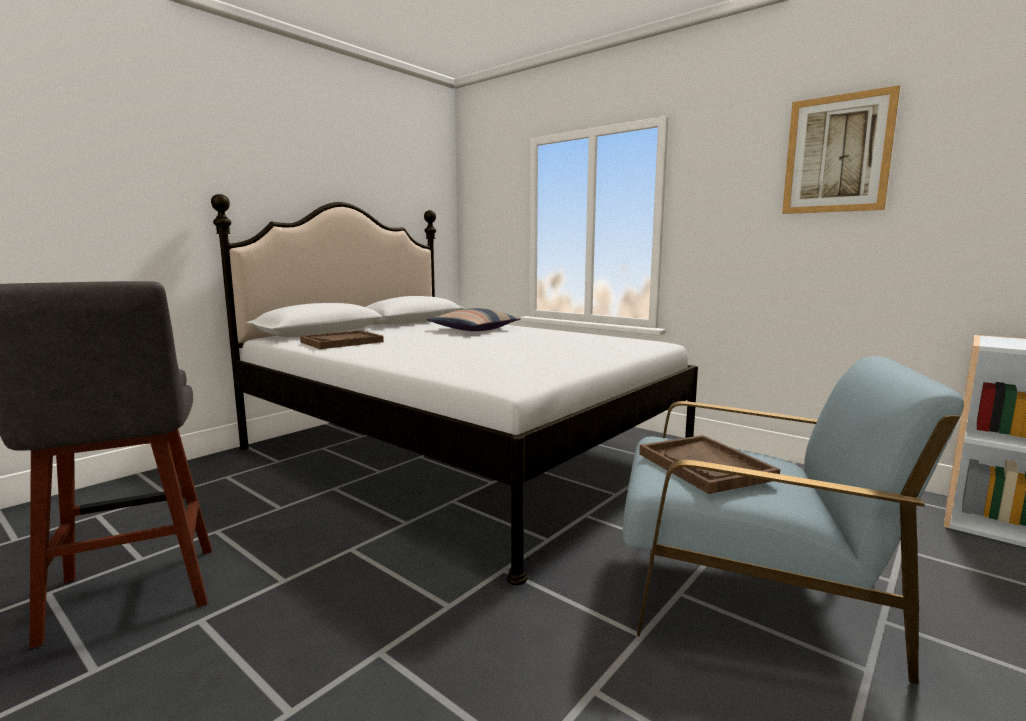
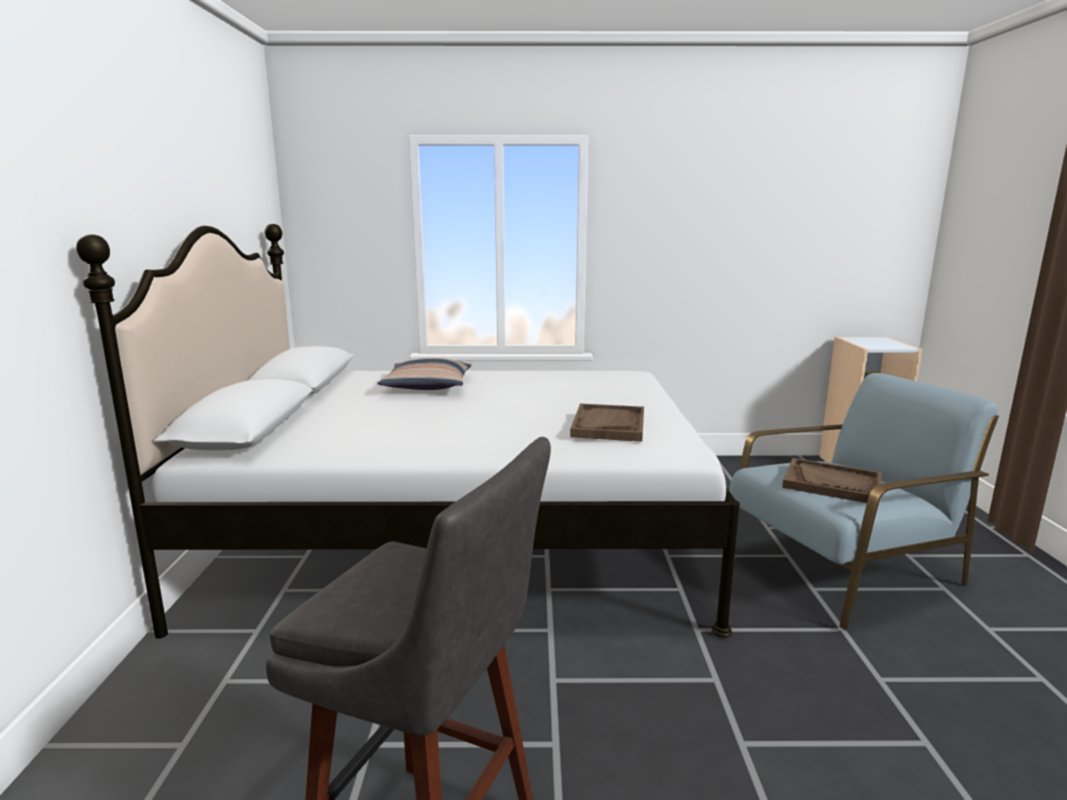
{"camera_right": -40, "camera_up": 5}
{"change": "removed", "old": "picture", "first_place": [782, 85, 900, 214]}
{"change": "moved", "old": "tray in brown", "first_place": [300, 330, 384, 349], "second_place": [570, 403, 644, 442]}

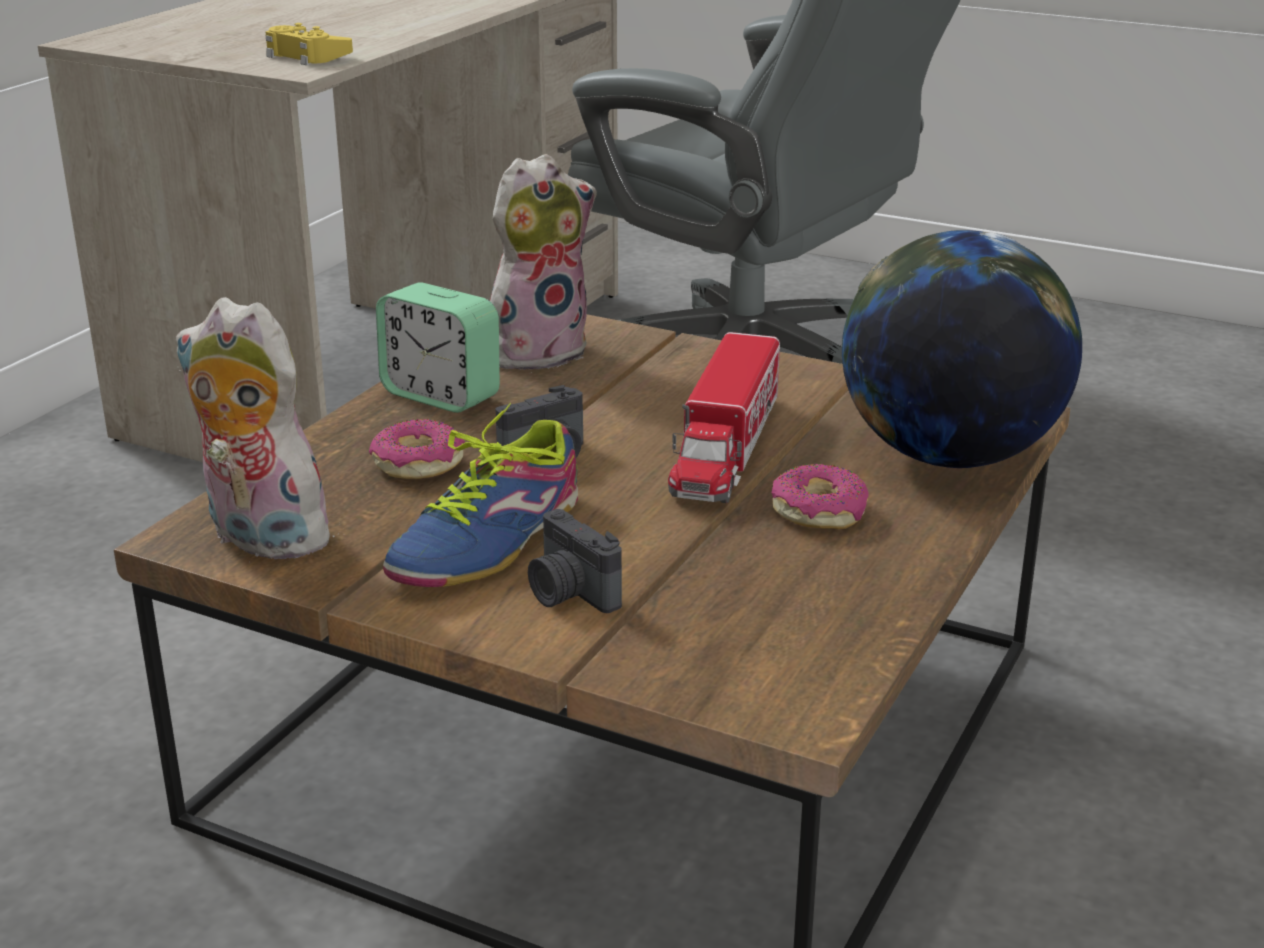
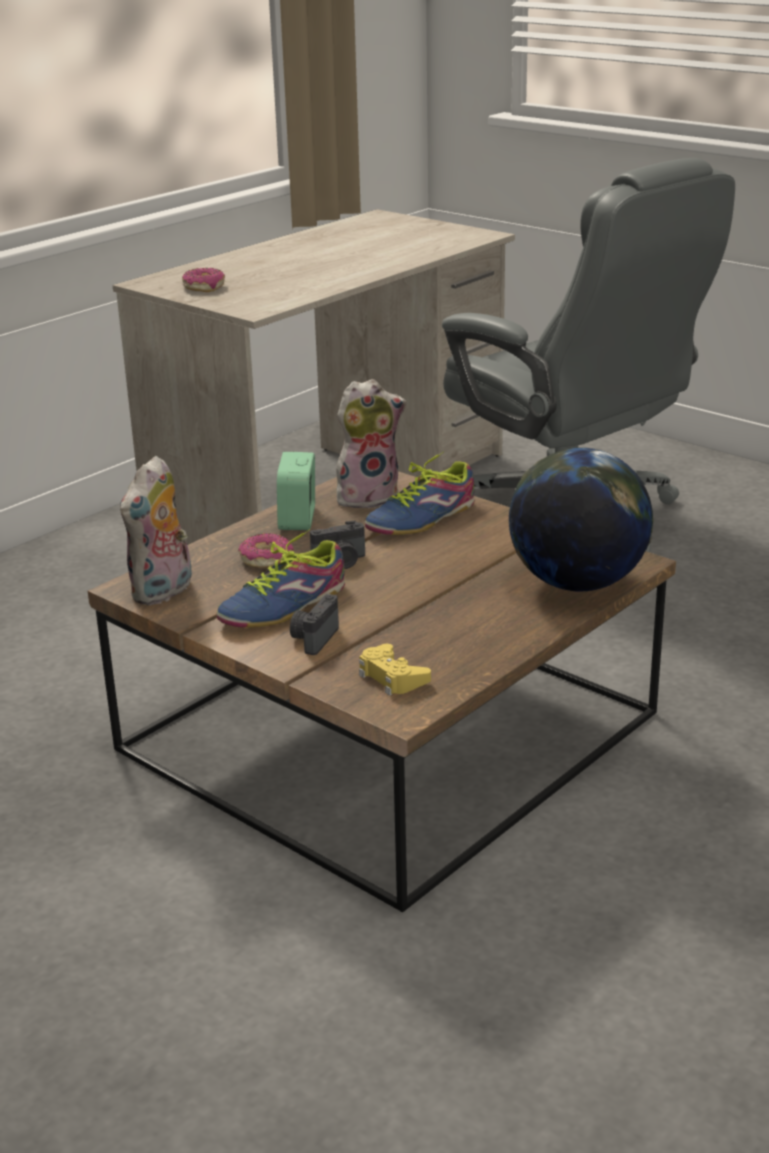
{"camera_right": 15, "camera_up": 0}
{"change": "moved", "old": "game controller in yellow", "first_place": [266, 23, 353, 65], "second_place": [359, 644, 431, 696]}
{"change": "turned", "old": "alarm clock", "first_place": [376, 282, 500, 413], "second_place": [277, 452, 315, 530], "degrees": 45}
{"change": "turned", "old": "plush toy", "first_place": [176, 297, 340, 562], "second_place": [120, 456, 192, 605], "degrees": -105}
{"change": "removed", "old": "toy truck", "first_place": [668, 332, 780, 503]}
{"change": "moved", "old": "donut", "first_place": [772, 464, 869, 530], "second_place": [182, 268, 225, 292]}
{"change": "turned", "old": "photo camera", "first_place": [528, 509, 622, 613], "second_place": [290, 594, 339, 655], "degrees": 45}
{"change": "added", "new": "shoe", "second_place": [365, 451, 475, 535]}

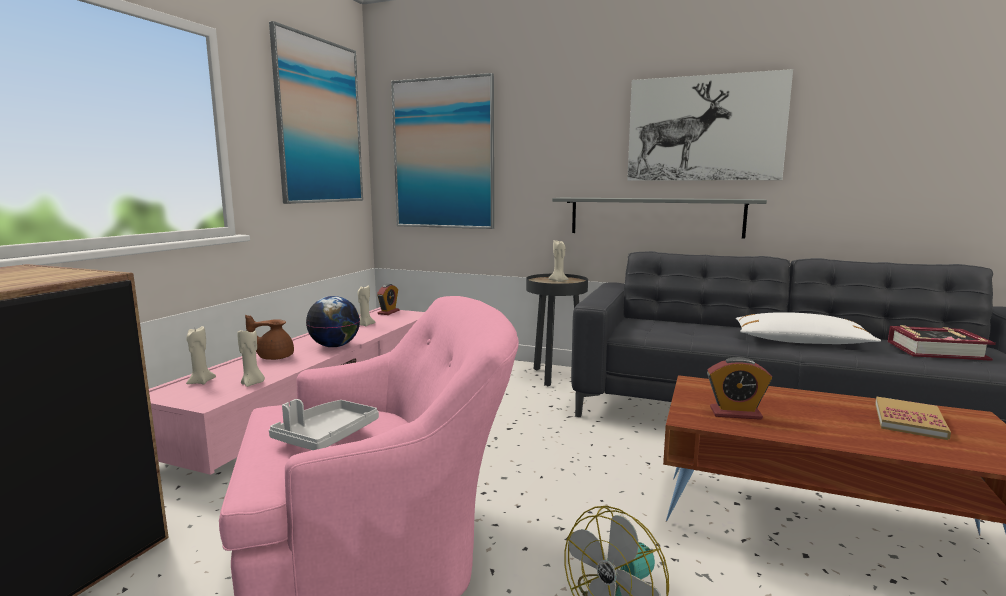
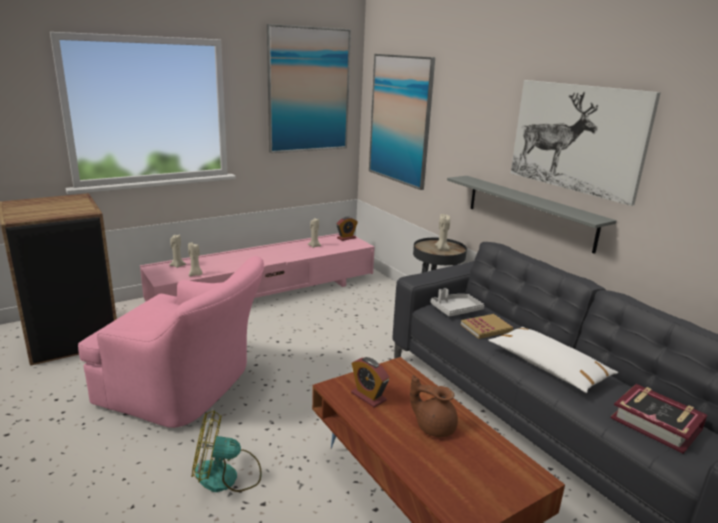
{"camera_right": 35, "camera_up": 10}
{"change": "removed", "old": "globe", "first_place": [306, 296, 360, 347]}
{"change": "moved", "old": "teapot in brown", "first_place": [245, 315, 294, 360], "second_place": [410, 375, 458, 437]}
{"change": "moved", "old": "book", "first_place": [875, 396, 951, 440], "second_place": [461, 314, 513, 339]}
{"change": "moved", "old": "tray in grey", "first_place": [269, 399, 379, 450], "second_place": [431, 288, 484, 316]}

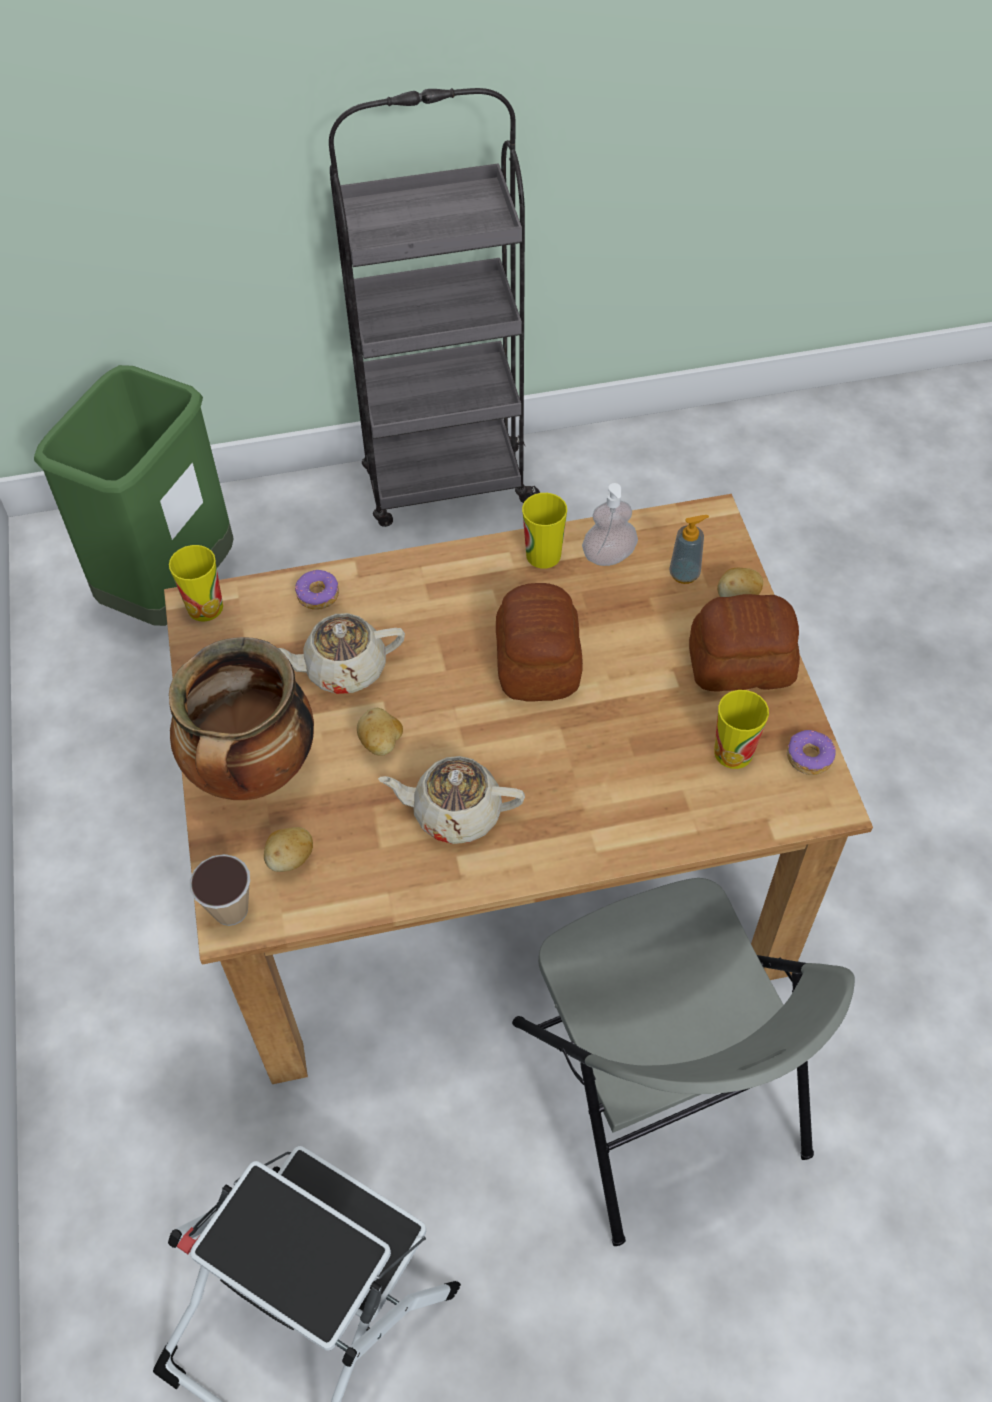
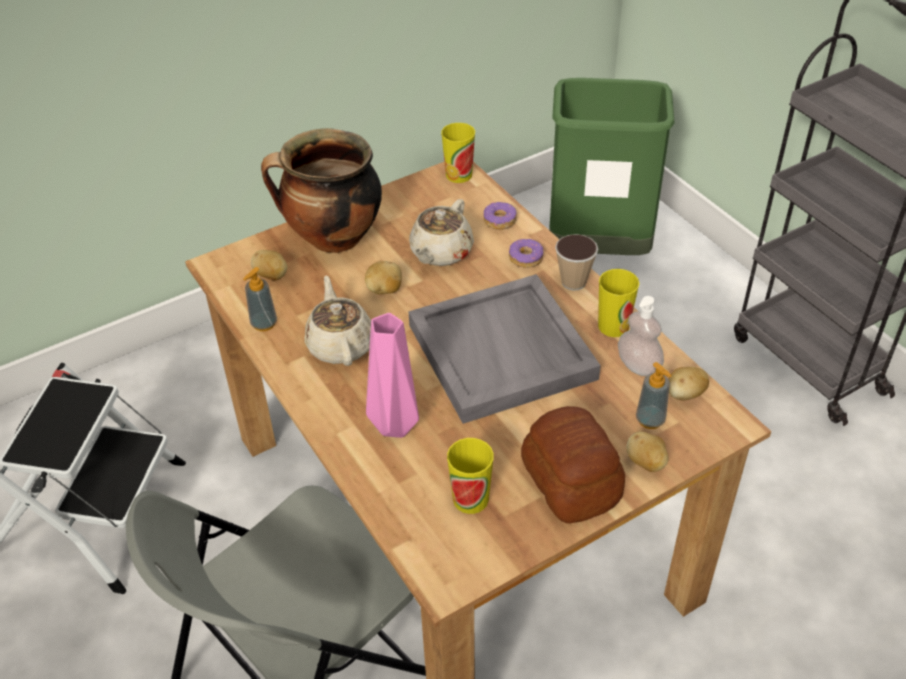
{"camera_right": 70, "camera_up": -10}
{"change": "replaced", "old": "bread", "new": "tray in grey", "first_place": [496, 583, 583, 702], "second_place": [408, 274, 601, 424]}
{"change": "turned", "old": "teapot in beige", "first_place": [278, 613, 405, 694], "second_place": [409, 199, 474, 266], "degrees": -120}
{"change": "moved", "old": "donut", "first_place": [787, 730, 836, 775], "second_place": [509, 239, 543, 268]}
{"change": "moved", "old": "cup", "first_place": [190, 854, 250, 926], "second_place": [555, 234, 598, 291]}
{"change": "added", "new": "soap dispenser", "second_place": [243, 267, 277, 331]}
{"change": "added", "new": "vase in pink", "second_place": [366, 313, 419, 438]}
{"change": "added", "new": "potato", "second_place": [669, 367, 709, 400]}

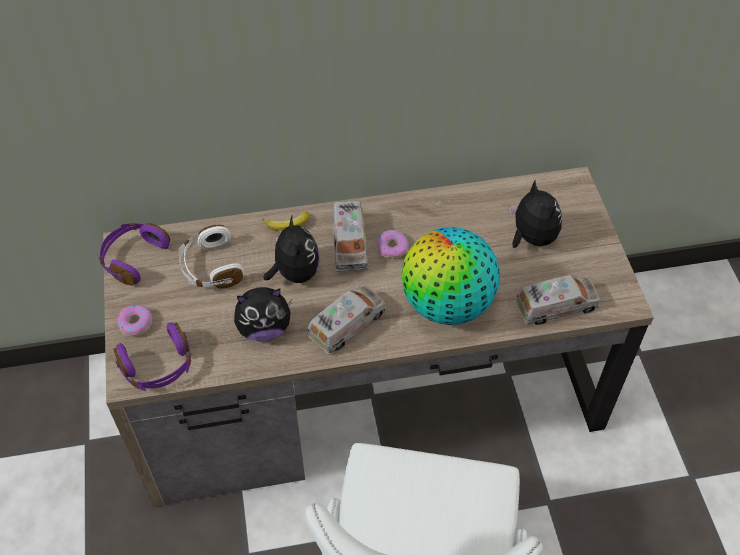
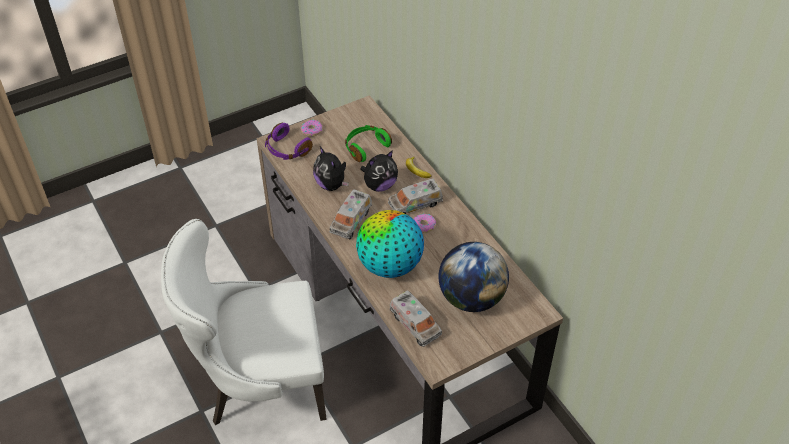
{"camera_right": 70, "camera_up": -5}
{"change": "replaced", "old": "plush toy", "new": "globe", "first_place": [508, 180, 562, 248], "second_place": [438, 242, 509, 312]}
{"change": "removed", "old": "headphones in purple", "first_place": [97, 223, 170, 286]}
{"change": "recoloured", "old": "headphones in white", "new": "headphones in green", "first_place": [178, 224, 244, 288], "second_place": [345, 125, 392, 162]}
{"change": "turned", "old": "toy truck", "first_place": [308, 285, 386, 355], "second_place": [329, 189, 372, 239], "degrees": 90}

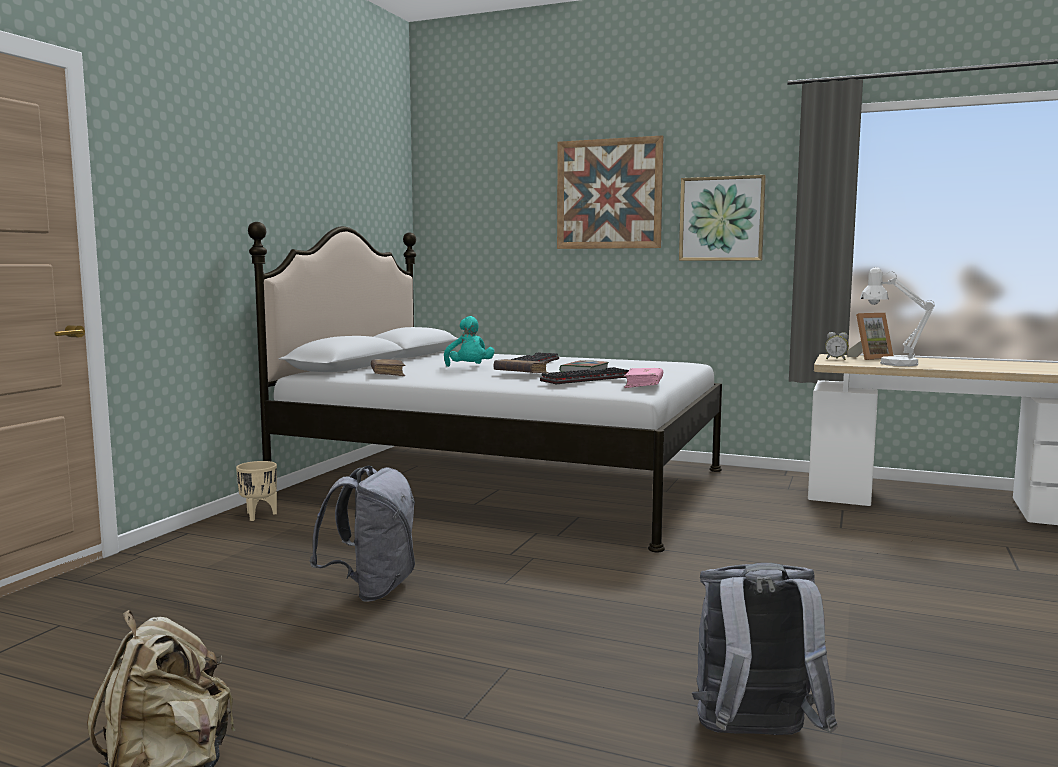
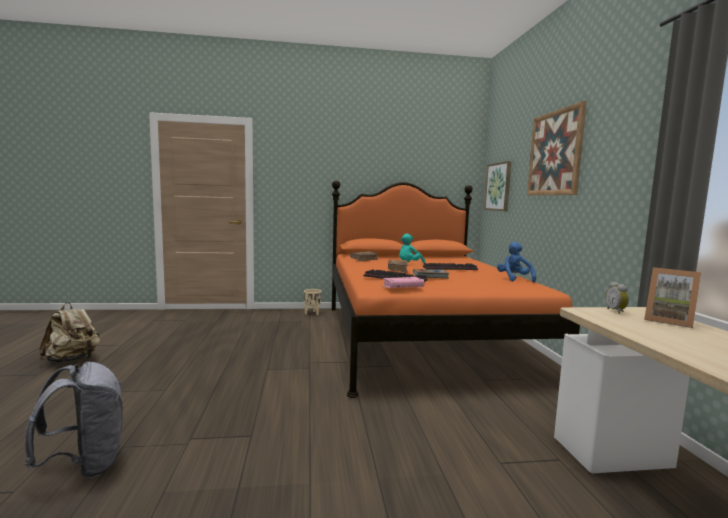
{"camera_right": 60, "camera_up": 0}
{"change": "moved", "old": "picture", "first_place": [679, 175, 766, 261], "second_place": [484, 161, 511, 211]}
{"change": "recoloured", "old": "bed in white", "new": "bed in orange", "first_place": [248, 222, 722, 553], "second_place": [332, 181, 580, 398]}
{"change": "removed", "old": "table lamp in white", "first_place": [860, 267, 935, 366]}
{"change": "removed", "old": "backpack in grey", "first_place": [310, 466, 415, 602]}
{"change": "added", "new": "plush toy in blue", "second_place": [497, 242, 536, 282]}

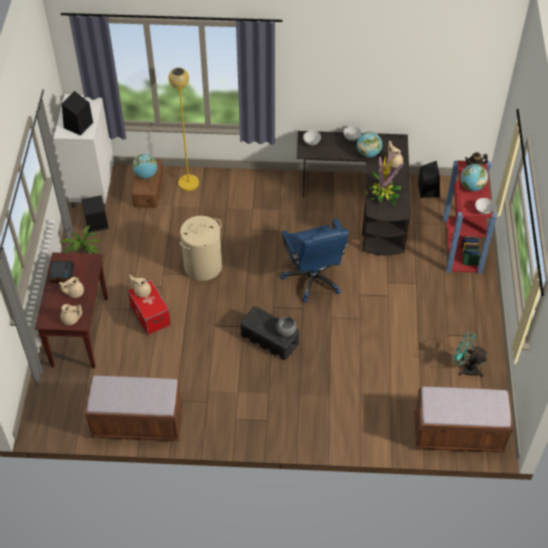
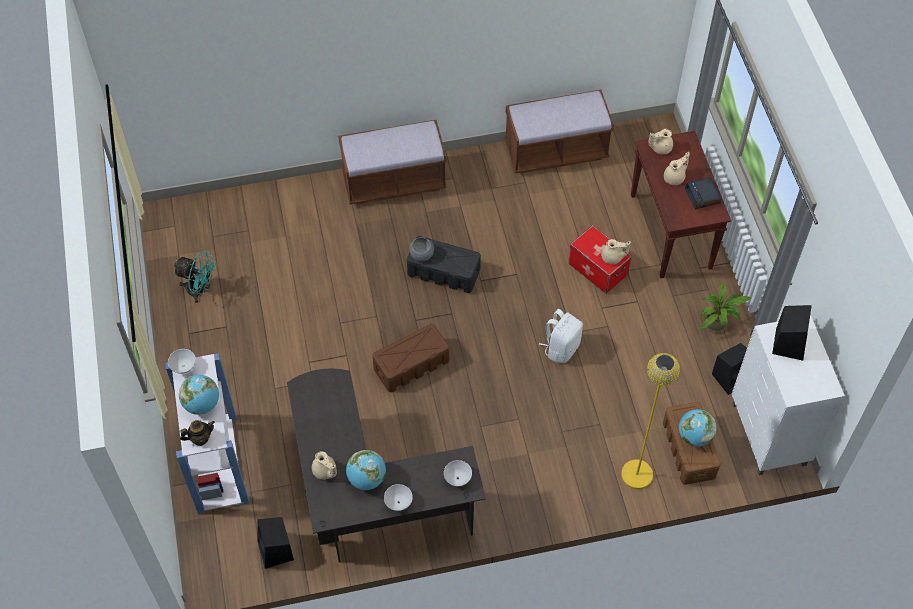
{"camera_right": 165, "camera_up": 5}
{"change": "removed", "old": "potted plant", "first_place": [365, 151, 405, 206]}
{"change": "recoloured", "old": "bookcase in red", "new": "bookcase in white", "first_place": [443, 161, 496, 274], "second_place": [166, 353, 249, 514]}
{"change": "replaced", "old": "laundry basket in beige", "new": "backpack in white", "first_place": [180, 216, 222, 281], "second_place": [539, 309, 583, 363]}
{"change": "replaced", "old": "office chair in blue", "new": "storage box in brown", "first_place": [281, 219, 349, 302], "second_place": [372, 324, 449, 392]}
{"change": "moved", "old": "bench in brown", "first_place": [414, 387, 513, 452], "second_place": [338, 120, 447, 205]}

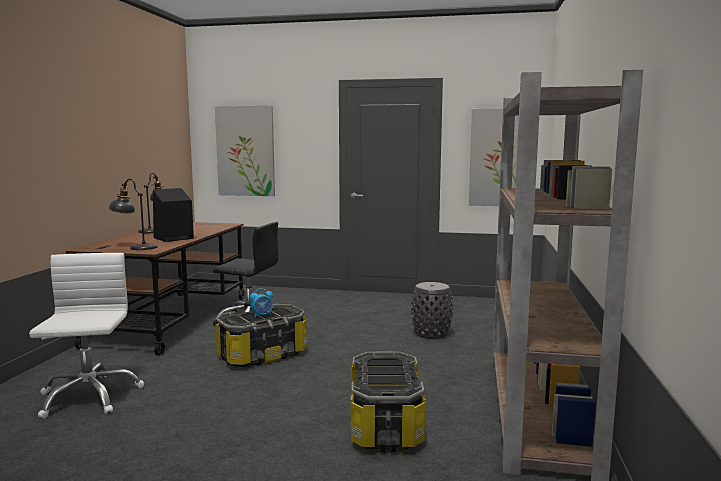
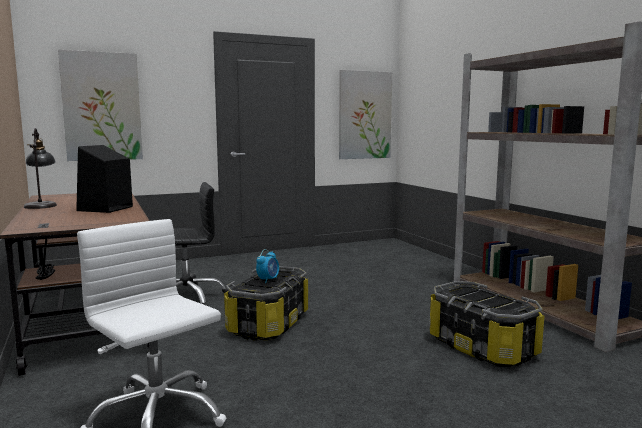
{"camera_right": -35, "camera_up": 0}
{"change": "removed", "old": "table lamp in grey", "first_place": [109, 179, 158, 250]}
{"change": "removed", "old": "stool in grey", "first_place": [411, 282, 453, 339]}

